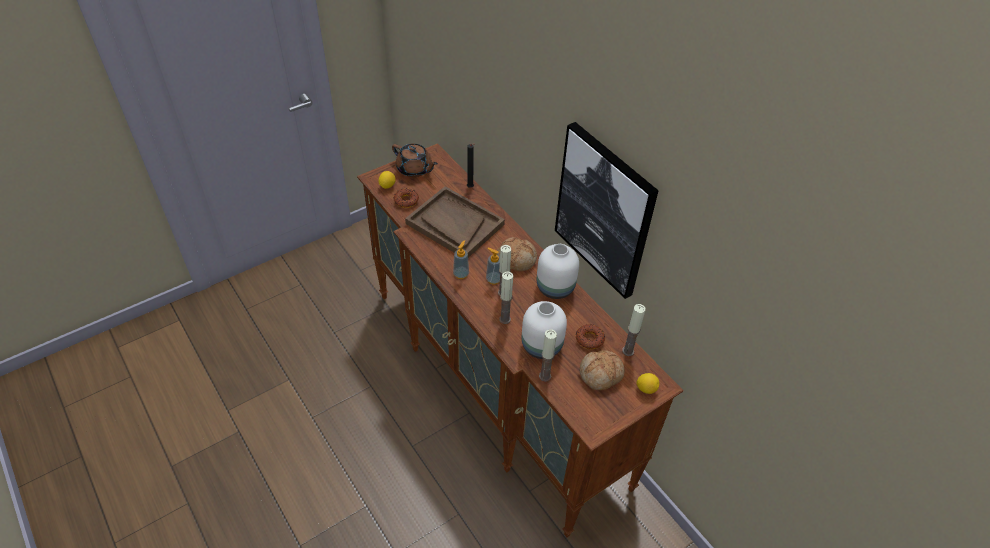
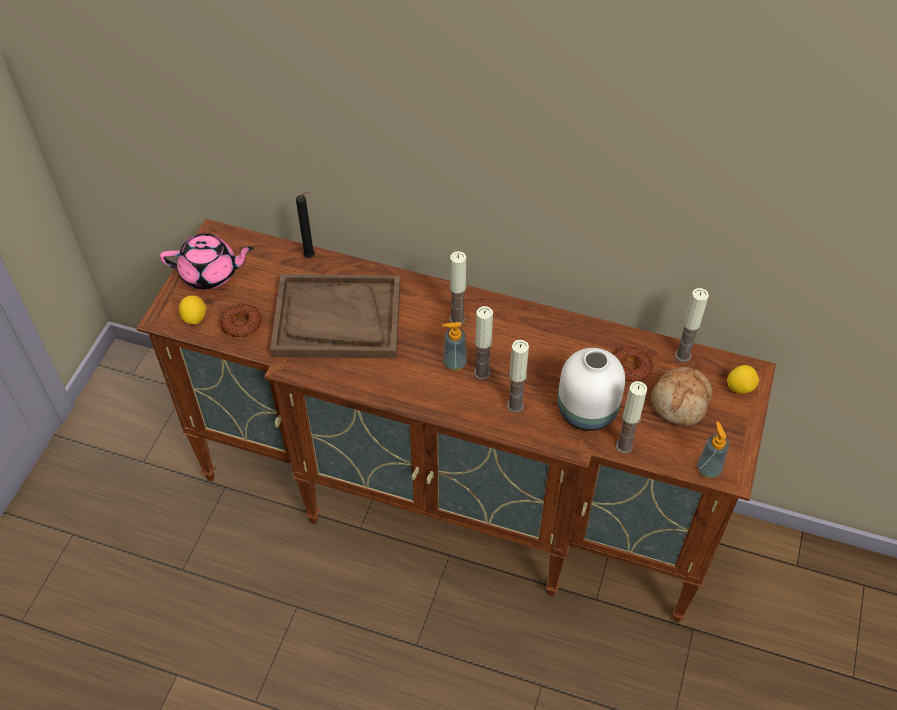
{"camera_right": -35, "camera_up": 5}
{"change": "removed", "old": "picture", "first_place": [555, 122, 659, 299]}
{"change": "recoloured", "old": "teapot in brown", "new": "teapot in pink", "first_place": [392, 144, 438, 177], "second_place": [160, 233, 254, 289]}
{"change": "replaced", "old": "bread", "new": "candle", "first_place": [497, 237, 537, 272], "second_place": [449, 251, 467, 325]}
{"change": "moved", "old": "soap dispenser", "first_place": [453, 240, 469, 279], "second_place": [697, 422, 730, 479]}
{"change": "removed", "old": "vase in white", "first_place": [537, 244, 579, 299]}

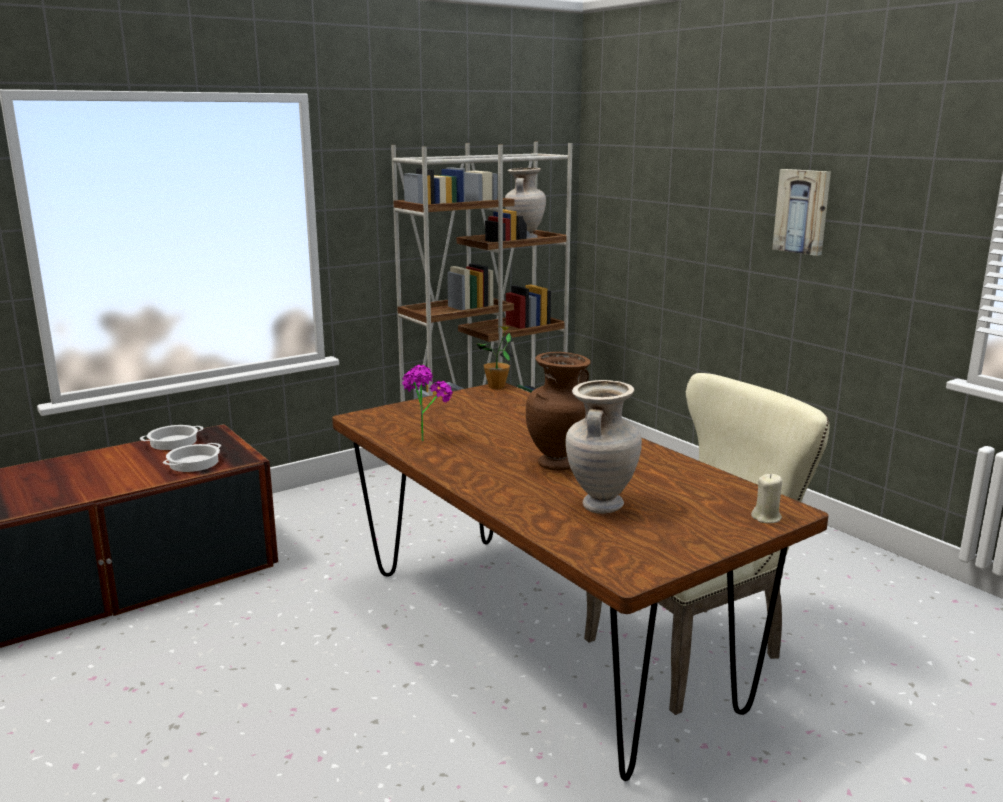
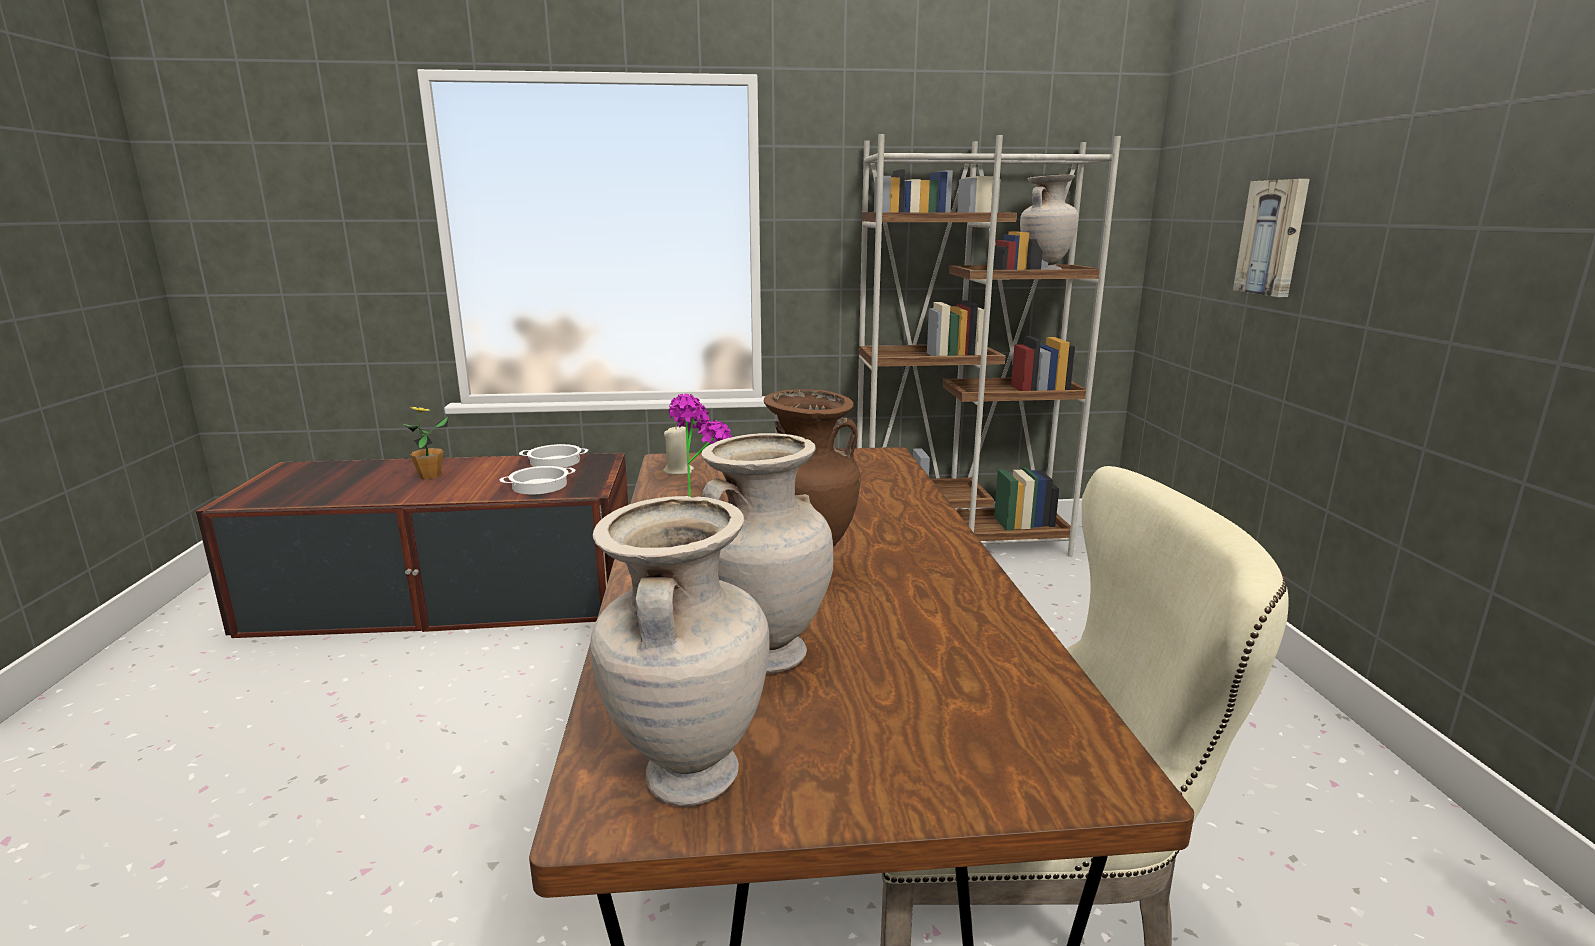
{"camera_right": 30, "camera_up": 0}
{"change": "moved", "old": "picture", "first_place": [772, 169, 831, 256], "second_place": [1233, 179, 1310, 297]}
{"change": "moved", "old": "potted plant", "first_place": [476, 326, 514, 389], "second_place": [403, 406, 448, 479]}
{"change": "moved", "old": "candle in beige", "first_place": [751, 474, 782, 523], "second_place": [663, 425, 694, 475]}
{"change": "added", "new": "vase in beige", "second_place": [590, 496, 770, 806]}

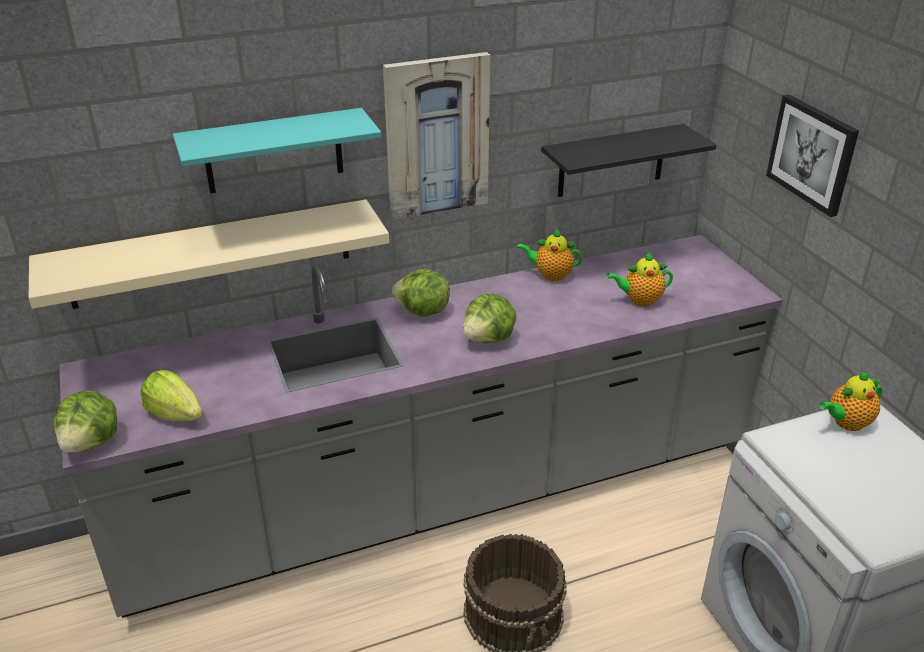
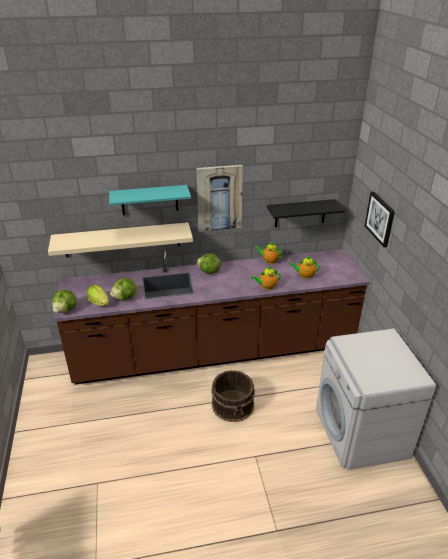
{"camera_right": 10, "camera_up": 0}
{"change": "recoloured", "old": "counter in grey", "new": "counter in brown", "first_place": [59, 235, 782, 618], "second_place": [54, 248, 370, 385]}
{"change": "moved", "old": "lettuce", "first_place": [463, 294, 517, 344], "second_place": [110, 278, 137, 300]}
{"change": "moved", "old": "teapot", "first_place": [819, 371, 882, 431], "second_place": [251, 266, 281, 290]}

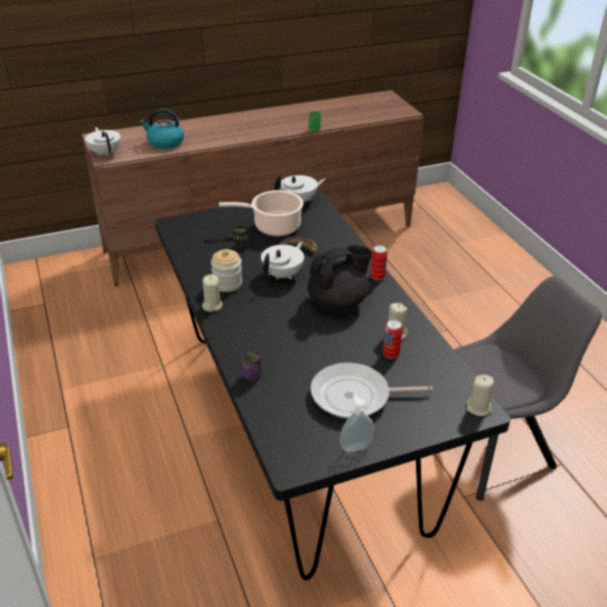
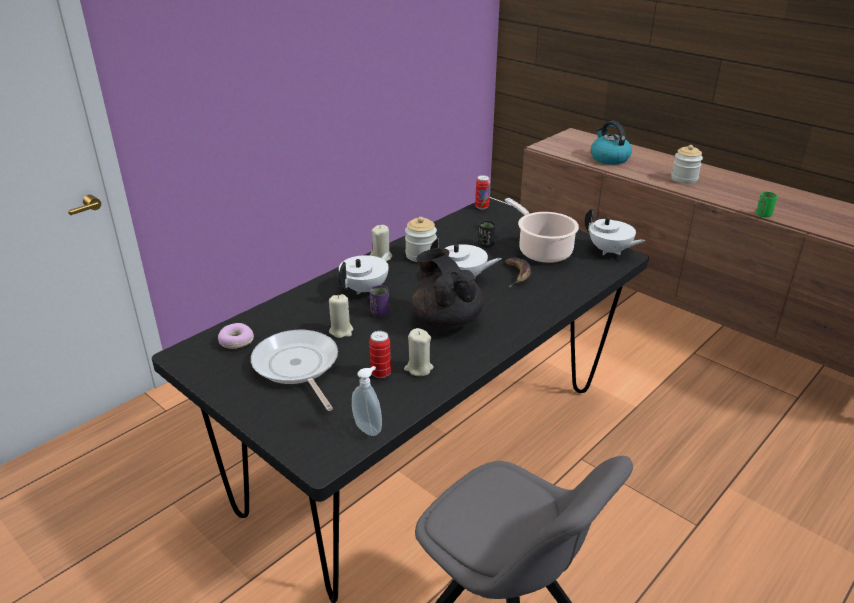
{"camera_right": 65, "camera_up": -5}
{"change": "moved", "old": "teapot in white", "first_place": [85, 127, 121, 157], "second_place": [339, 252, 389, 295]}
{"change": "turned", "old": "teapot in black", "first_place": [307, 245, 372, 310], "second_place": [411, 248, 484, 329], "degrees": -150}
{"change": "moved", "old": "can", "first_place": [371, 245, 387, 280], "second_place": [475, 175, 490, 210]}
{"change": "moved", "old": "cup in purple", "first_place": [242, 350, 261, 380], "second_place": [369, 285, 389, 317]}
{"change": "moved", "old": "candle in beige", "first_place": [467, 375, 494, 416], "second_place": [329, 294, 353, 338]}
{"change": "moved", "old": "soap dispenser", "first_place": [340, 395, 374, 452], "second_place": [352, 366, 382, 436]}
{"change": "added", "new": "jar", "second_place": [671, 145, 703, 184]}
{"change": "added", "new": "donut", "second_place": [218, 323, 254, 349]}

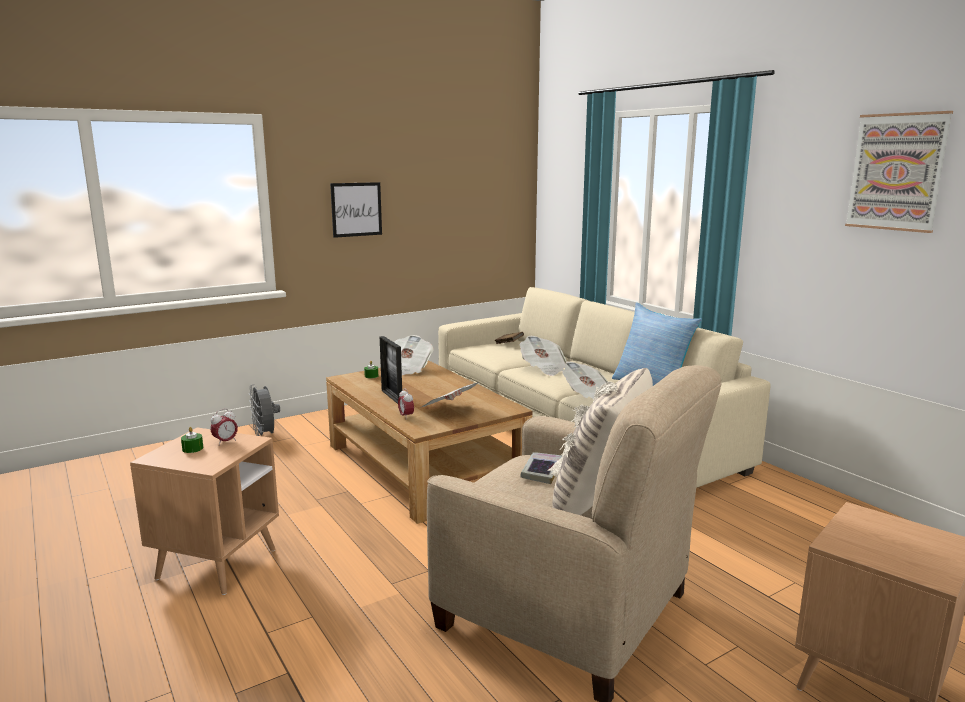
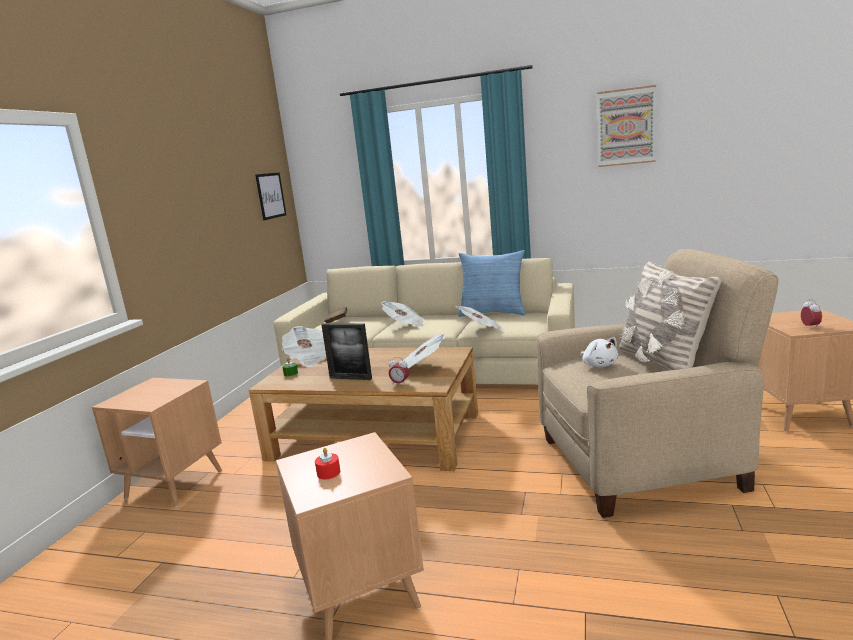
{"camera_right": -40, "camera_up": 0}
{"change": "moved", "old": "picture", "first_place": [330, 182, 382, 238], "second_place": [255, 173, 286, 220]}
{"change": "replaced", "old": "fan in grey", "new": "side table in brown", "first_place": [249, 384, 280, 436], "second_place": [92, 378, 222, 507]}
{"change": "moved", "old": "alarm clock", "first_place": [211, 409, 238, 446], "second_place": [801, 299, 822, 328]}
{"change": "recoloured", "old": "candle in green", "new": "candle in red", "first_place": [181, 427, 203, 453], "second_place": [315, 448, 340, 479]}
{"change": "replaced", "old": "book", "new": "plush toy in white", "first_place": [520, 452, 562, 484], "second_place": [580, 337, 618, 367]}

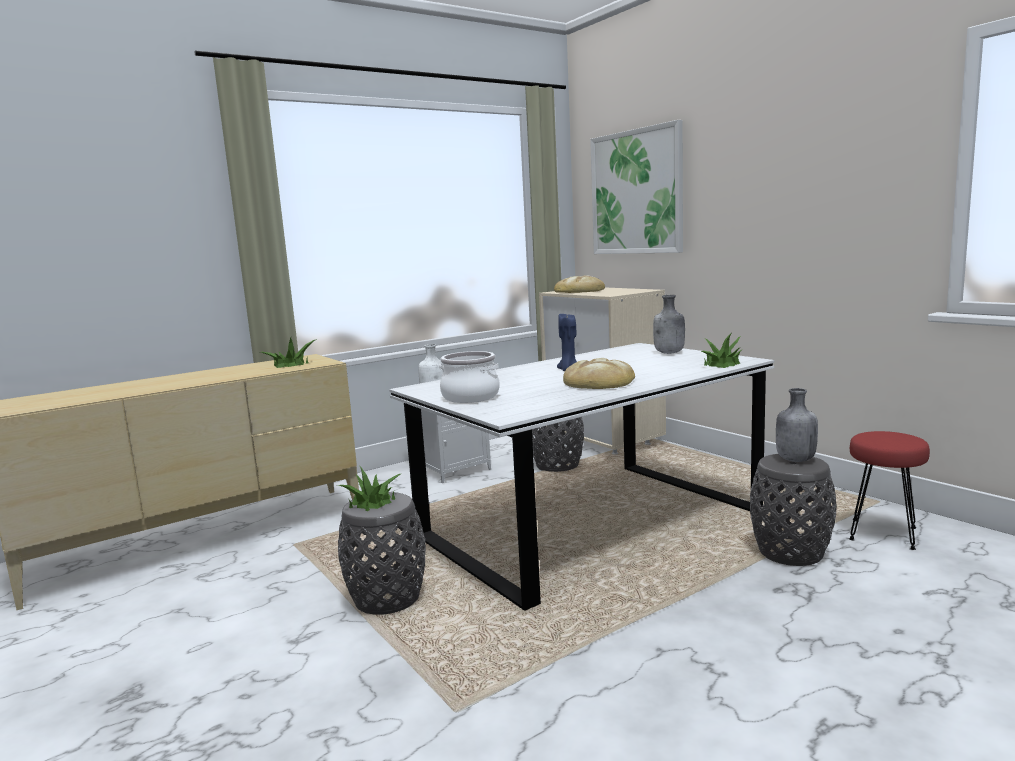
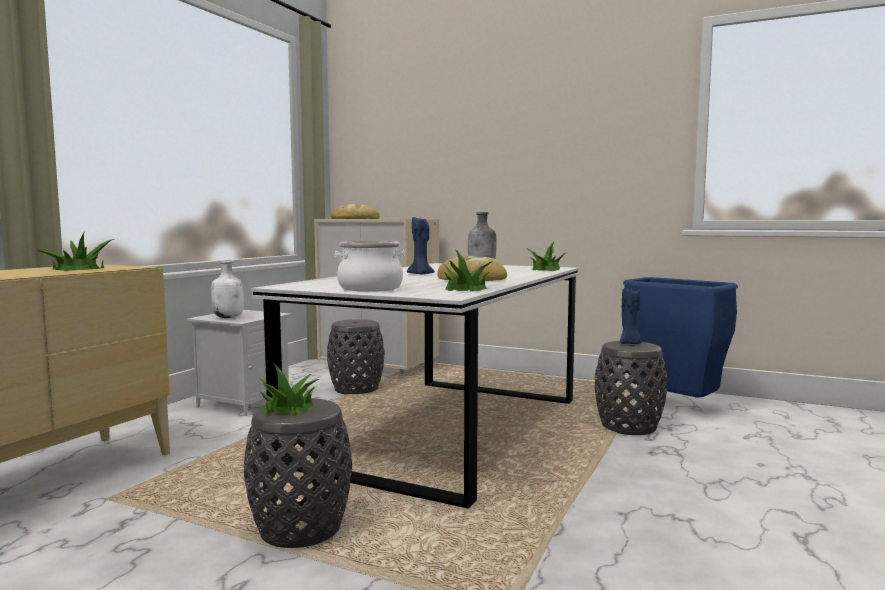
{"camera_right": -30, "camera_up": -5}
{"change": "removed", "old": "picture", "first_place": [590, 120, 683, 254]}
{"change": "replaced", "old": "bottle in grey", "new": "candle in blue", "first_place": [776, 388, 818, 462], "second_place": [620, 288, 642, 344]}
{"change": "replaced", "old": "stool in red", "new": "trash can in blue", "first_place": [849, 431, 930, 550], "second_place": [622, 277, 738, 398]}
{"change": "added", "new": "potted plant", "second_place": [443, 249, 493, 291]}

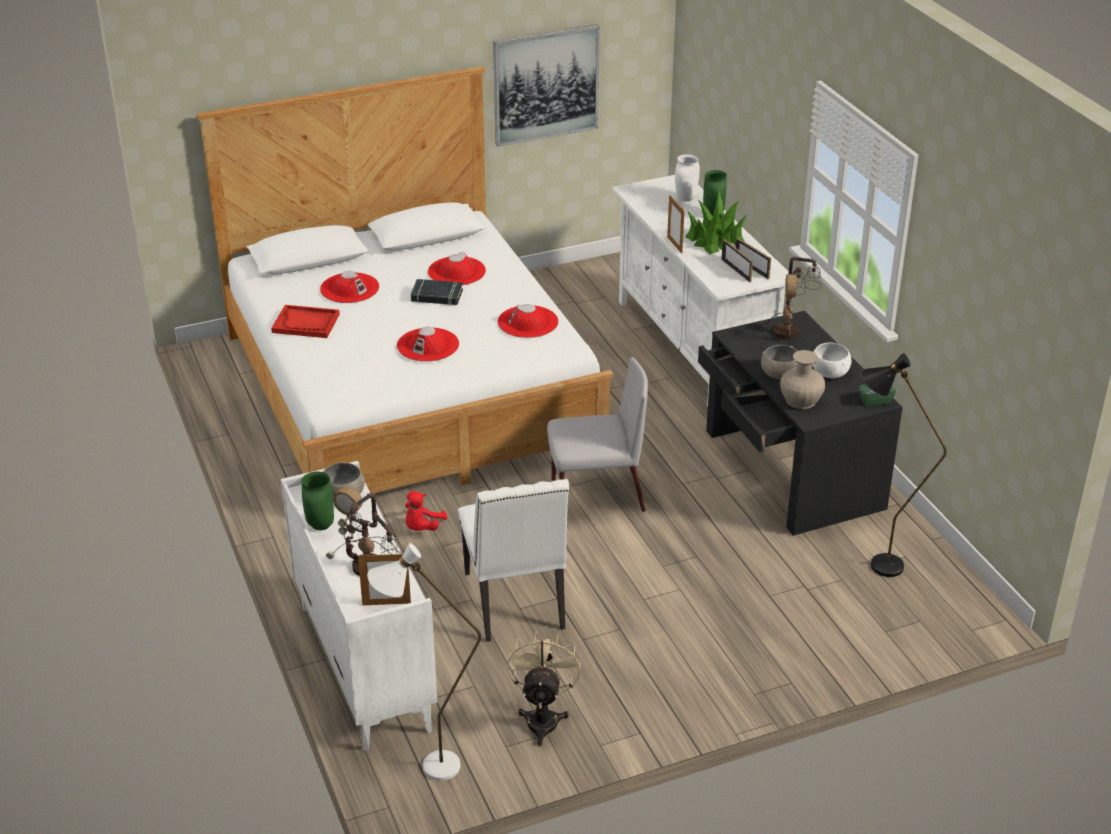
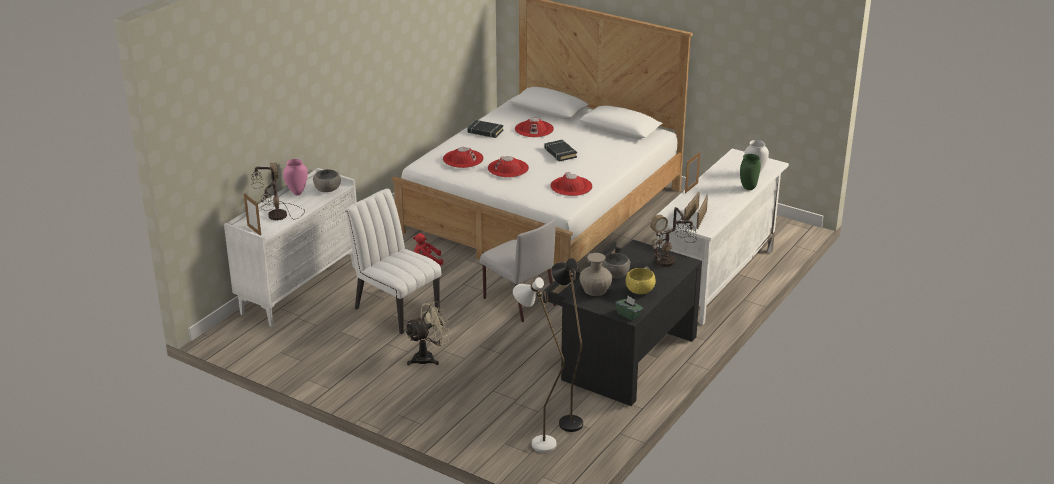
{"camera_right": 55, "camera_up": -5}
{"change": "removed", "old": "picture", "first_place": [493, 24, 600, 147]}
{"change": "removed", "old": "potted plant", "first_place": [685, 189, 747, 254]}
{"change": "moved", "old": "hat in red", "first_place": [428, 252, 486, 285], "second_place": [443, 147, 484, 168]}
{"change": "replaced", "old": "tray in red", "new": "book in black", "first_place": [271, 305, 340, 338], "second_place": [467, 120, 504, 138]}
{"change": "recoloured", "old": "bowl in white", "new": "bowl in yellow", "first_place": [812, 342, 852, 378], "second_place": [626, 268, 656, 294]}
{"change": "recoloured", "old": "vase in green", "new": "vase in pink", "first_place": [301, 472, 334, 530], "second_place": [283, 159, 308, 195]}
{"change": "turned", "old": "chair in white", "first_place": [458, 479, 569, 642], "second_place": [345, 189, 442, 334], "degrees": 90}
{"change": "moved", "old": "floor lamp in white", "first_place": [367, 543, 481, 781], "second_place": [513, 277, 565, 453]}
{"change": "moved", "old": "fan in beige", "first_place": [507, 632, 581, 746], "second_place": [405, 302, 451, 365]}

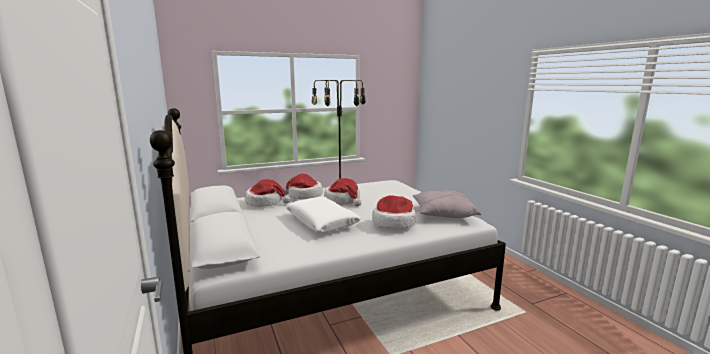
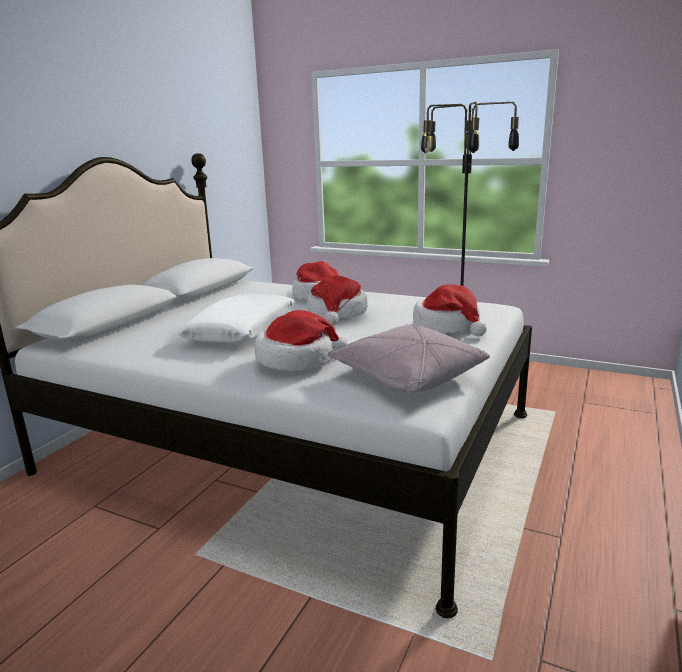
{"camera_right": 50, "camera_up": 5}
{"change": "moved", "old": "hat", "first_place": [245, 179, 291, 207], "second_place": [413, 284, 487, 336]}

